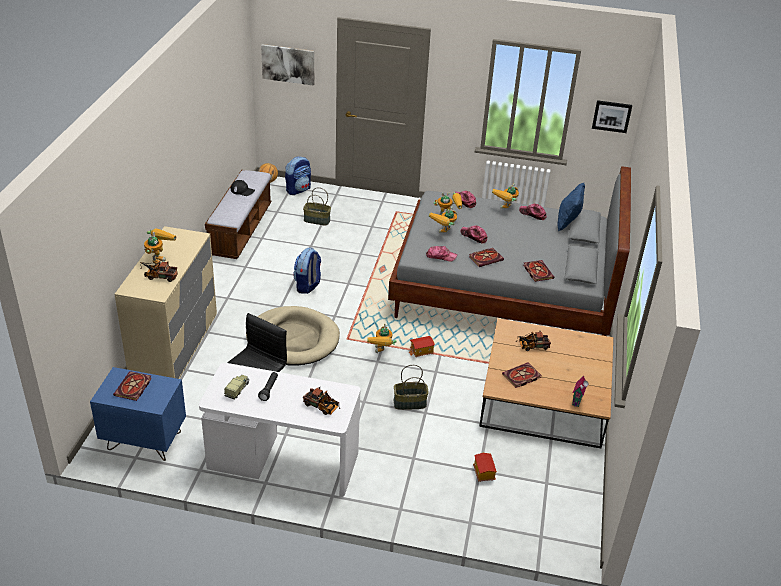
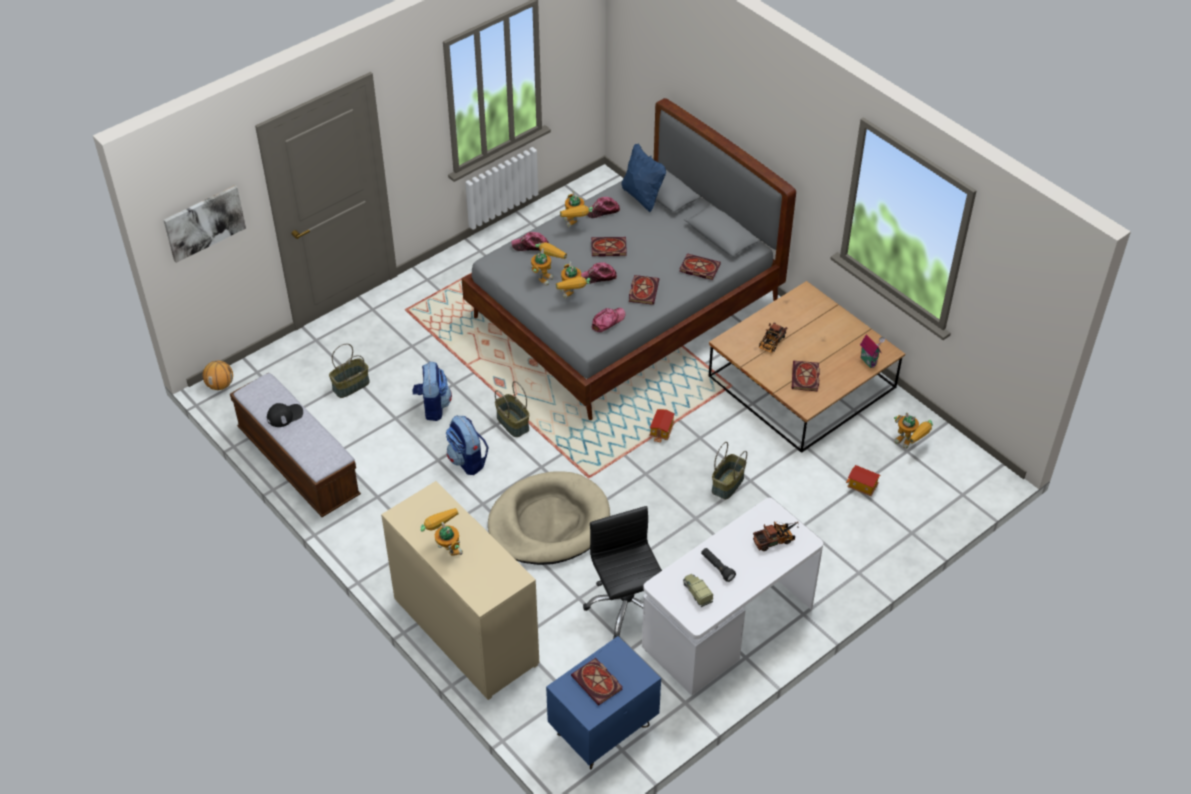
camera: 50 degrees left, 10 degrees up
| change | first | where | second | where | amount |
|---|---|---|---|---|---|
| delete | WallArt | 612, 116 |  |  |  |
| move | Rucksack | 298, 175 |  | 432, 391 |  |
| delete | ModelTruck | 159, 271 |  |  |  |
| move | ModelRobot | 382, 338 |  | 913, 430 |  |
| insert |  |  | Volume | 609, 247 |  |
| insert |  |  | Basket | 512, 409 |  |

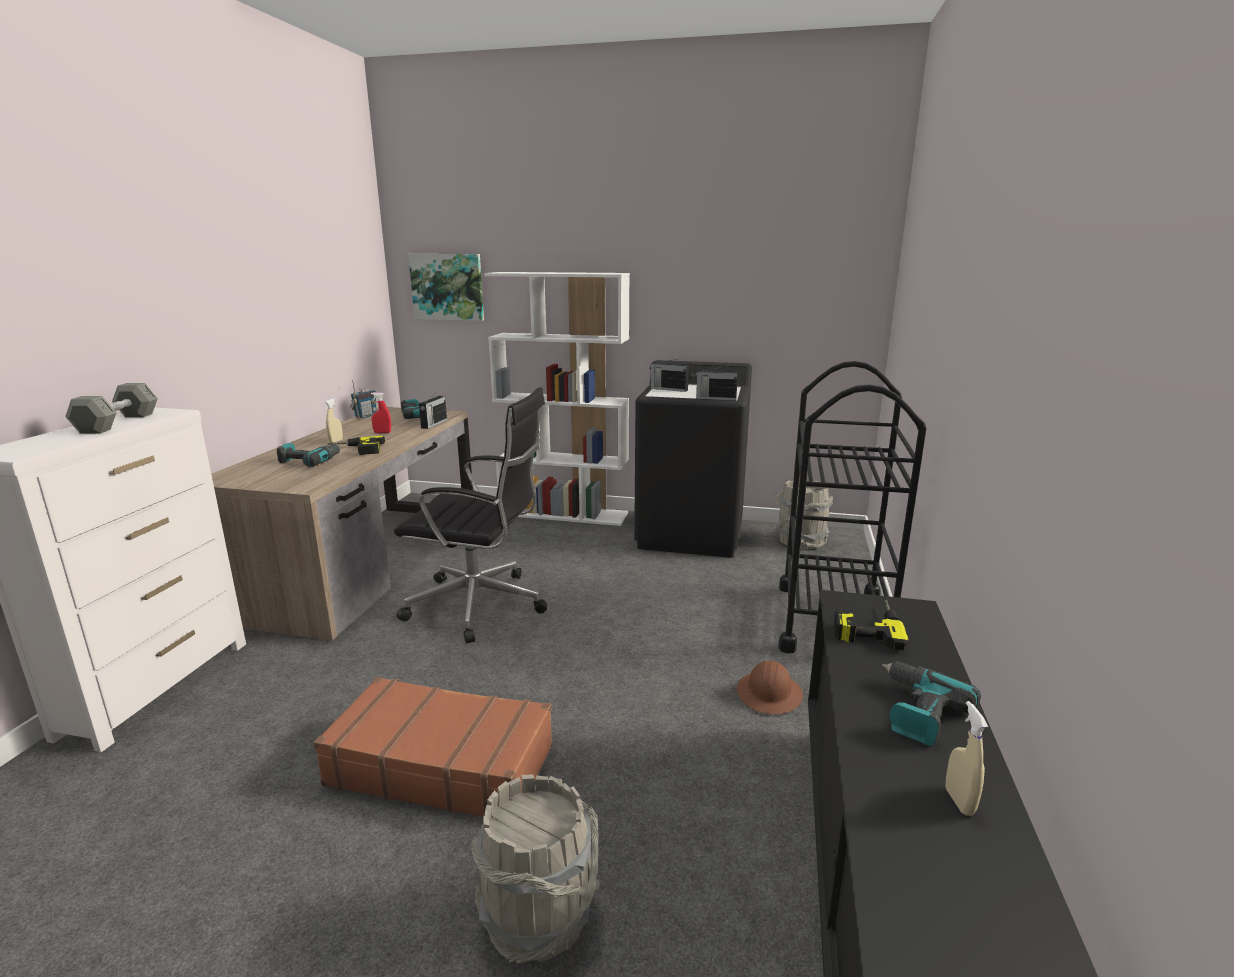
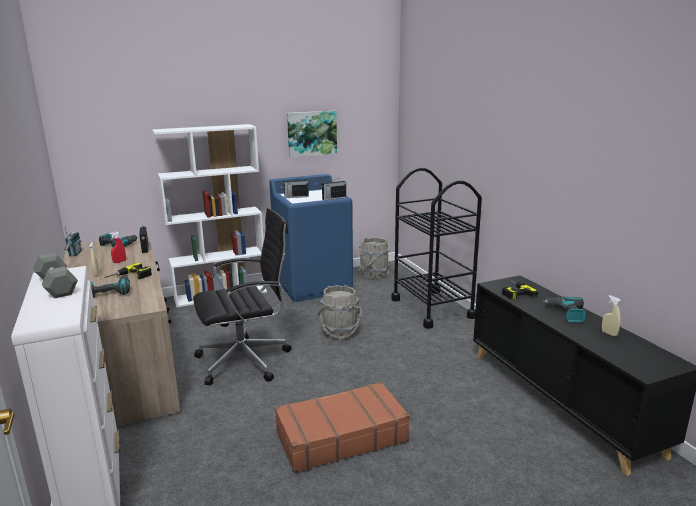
camera: 35 degrees left, 0 degrees up
| change | first | where | second | where | amount |
|---|---|---|---|---|---|
| move | WallArt | 446, 287 |  | 312, 134 |  |
| recolor | BlackLaundryMachine | 693, 459 | BluishLaundryMachine | 311, 238 |  |
| delete | BrownishHardHat | 770, 687 |  |  |  |
| move | GreyWaterBucket | 535, 869 |  | 340, 312 |  |

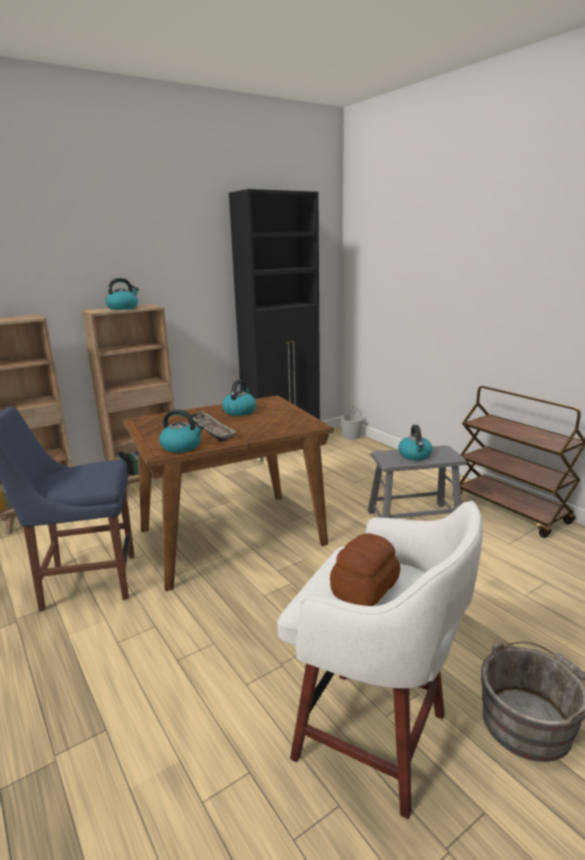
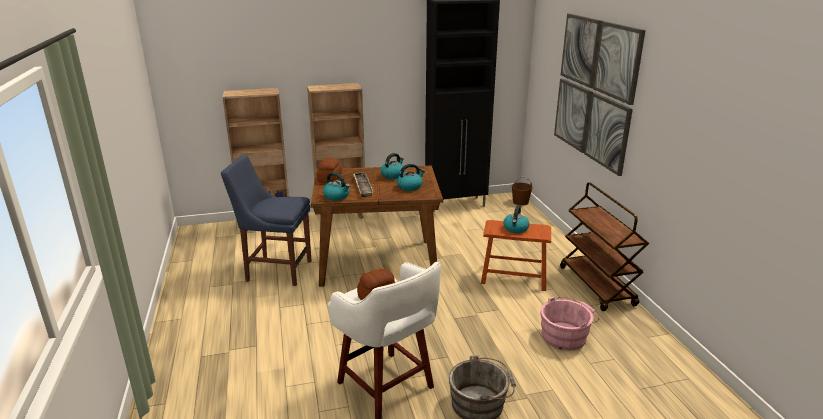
camera: 20 degrees right, 5 degrees up
| change | first | where | second | where | amount |
|---|---|---|---|---|---|
| move | Kettle | 122, 294 |  | 411, 177 |  |
| recolor | WhitishWaterBucket | 352, 423 | BrownishWaterBucket | 522, 191 |  |
| recolor | GreyStool | 417, 482 | BrownishStool | 516, 255 |  |
| insert |  |  | WallArt | 600, 95 |  |
| insert |  |  | BakeryBread | 329, 170 |  |
| insert |  |  | PinkishWaterBucket | 570, 323 |  |

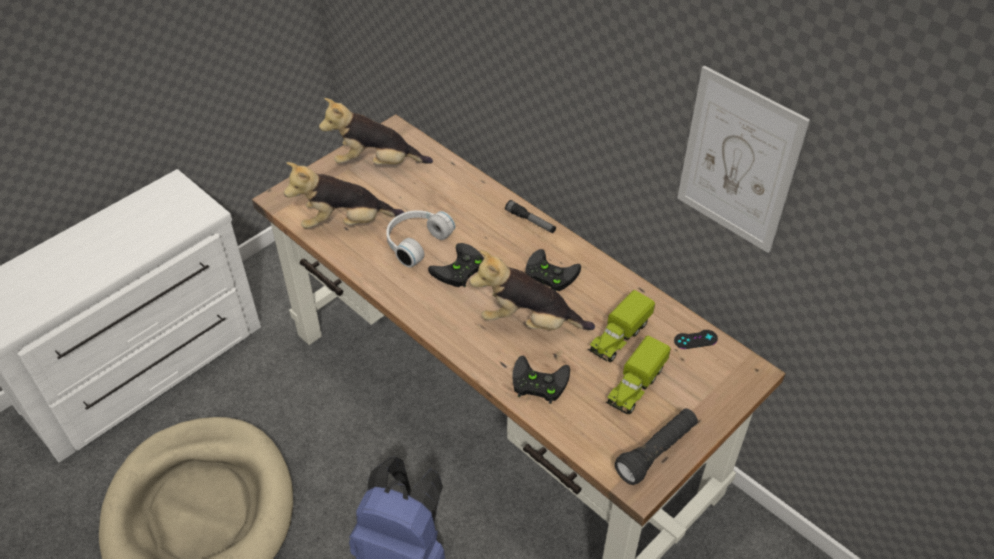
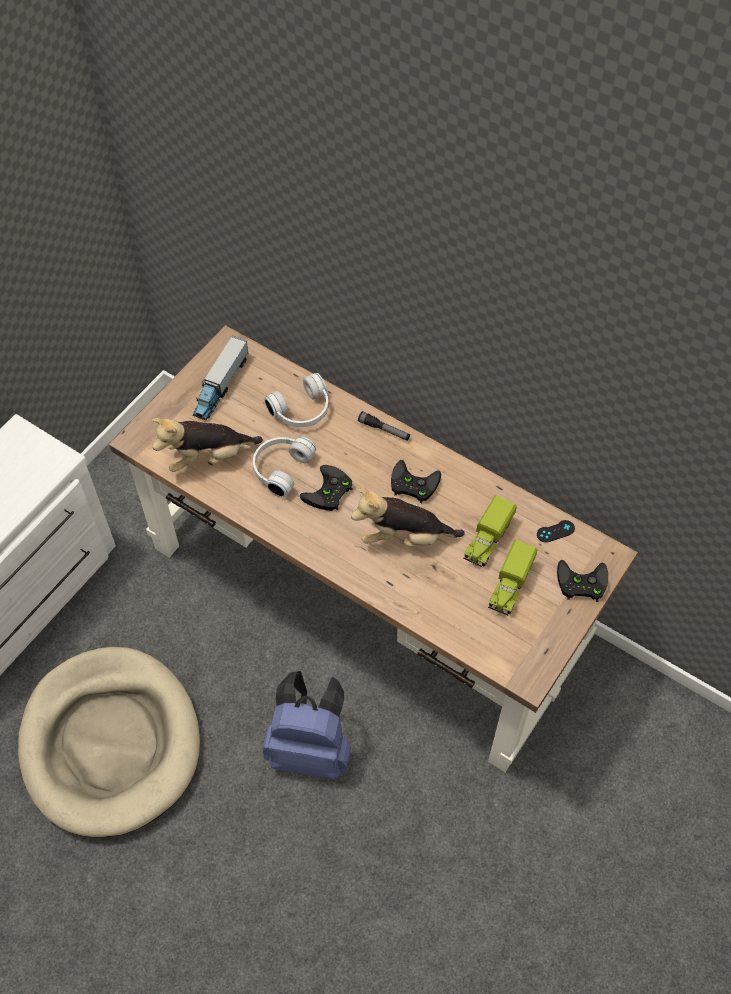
camera: 10 degrees left, 10 degrees up
| change | first | where | second | where | amount |
|---|---|---|---|---|---|
| delete | WallArt | 743, 159 |  |  |  |
| replace | SoftToy | 376, 131 | ModelTruck | 220, 378 |  |
| move | BlackGameController | 541, 380 |  | 582, 581 |  |
| delete | BlackTorch | 656, 446 |  |  |  |
| insert |  |  | WhitishHeadphones | 296, 400 |  |

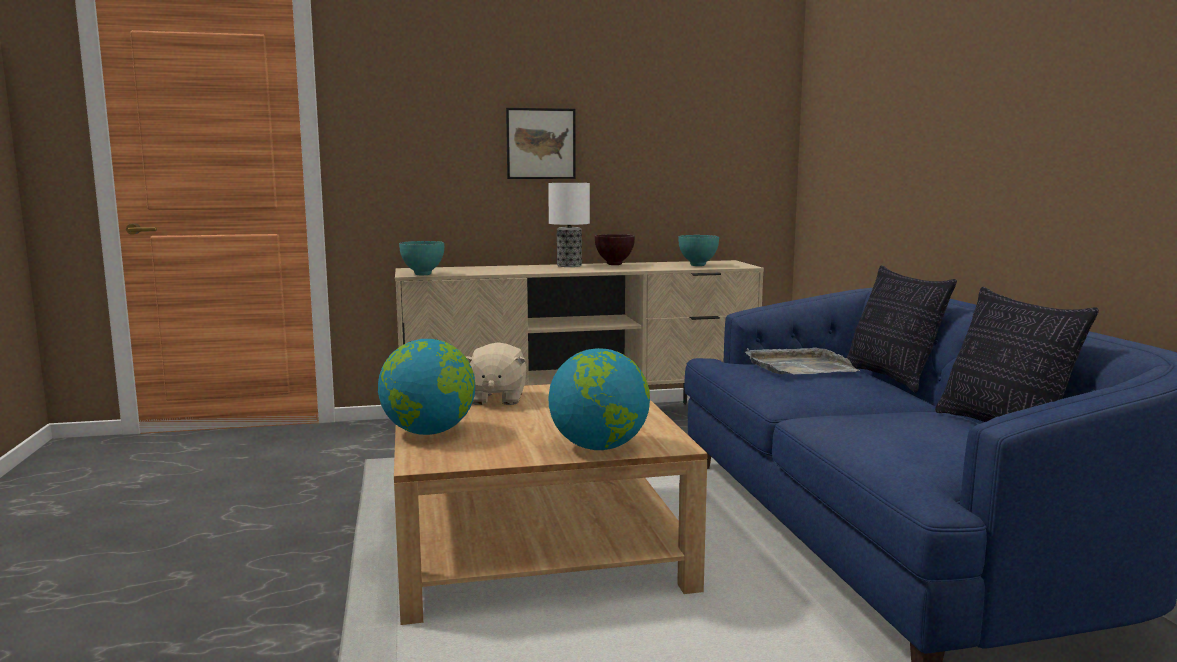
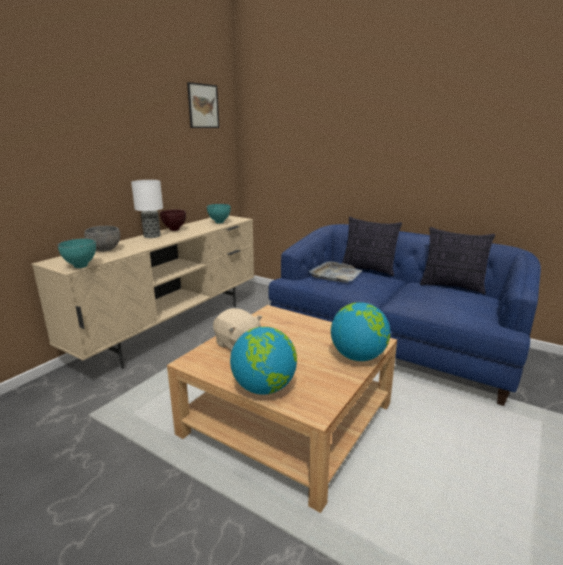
camera: 45 degrees left, 10 degrees up
| change | first | where | second | where | amount |
|---|---|---|---|---|---|
| move | WallArt | 541, 143 |  | 203, 105 |  |
| insert |  |  | GreyServingBowl | 102, 239 |  |

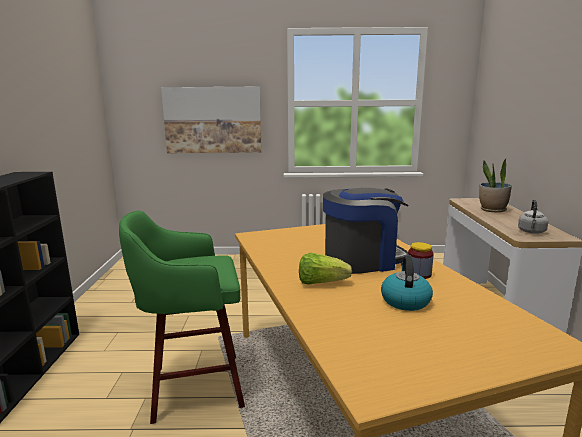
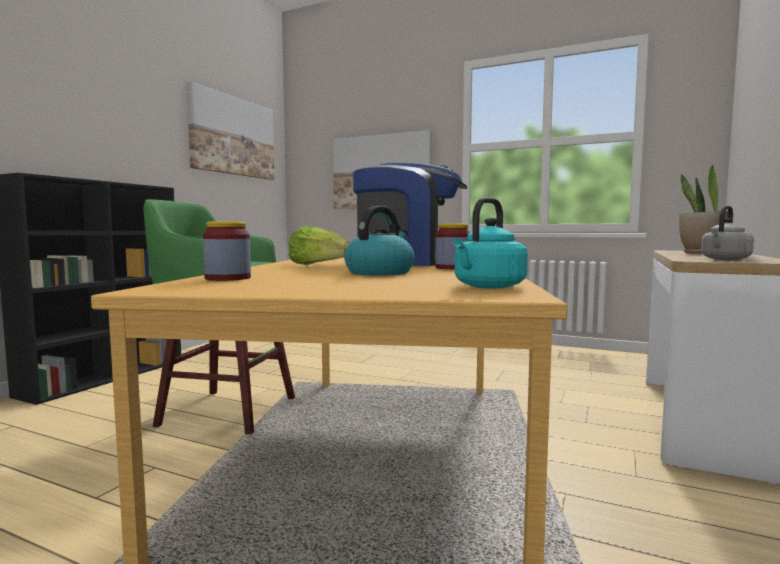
camera: 25 degrees right, 10 degrees down
| change | first | where | second | where | amount |
|---|---|---|---|---|---|
| insert |  |  | WallArt | 230, 130 |  |
| insert |  |  | BlueGreenKettle | 490, 243 |  |
| insert |  |  | PreserveJar | 227, 251 |  |

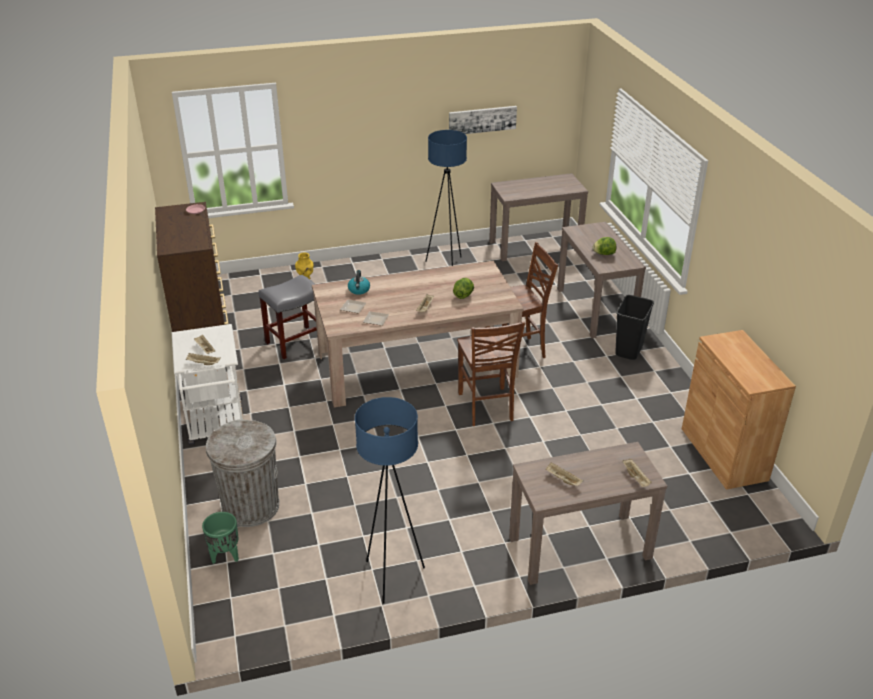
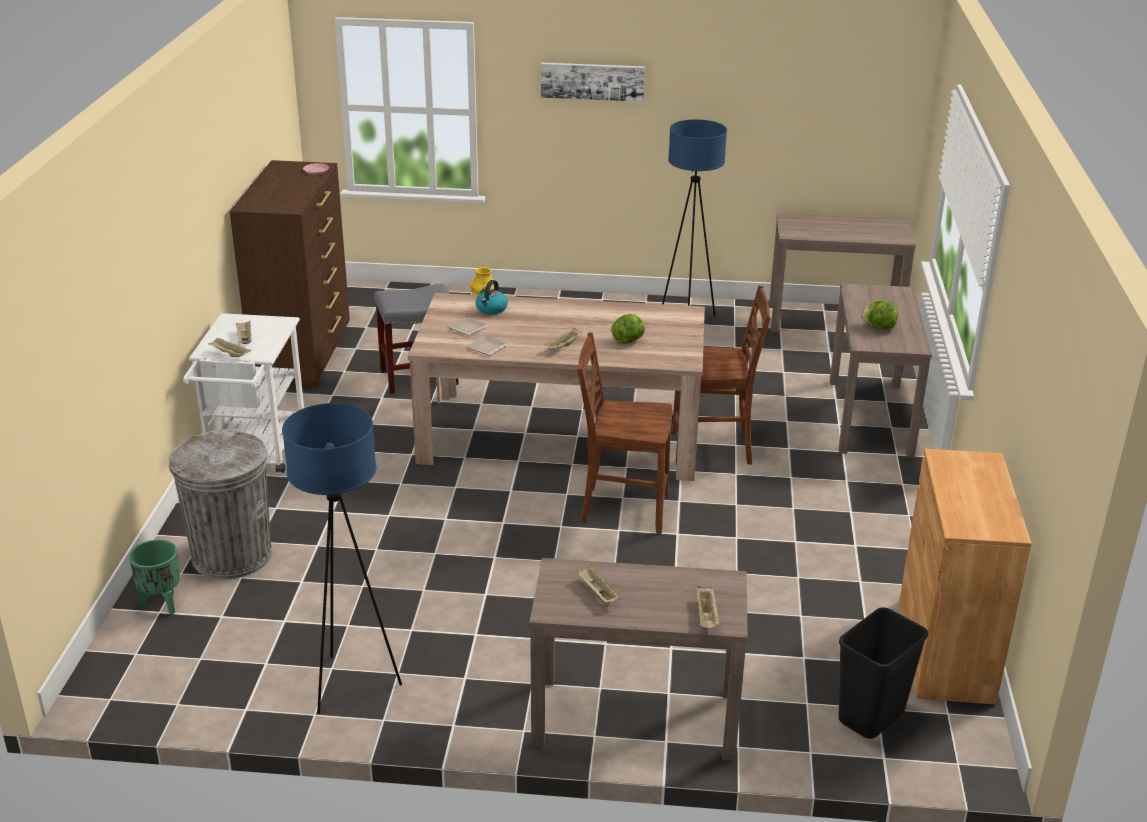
camera: 20 degrees right, 5 degrees down
| change | first | where | second | where | amount |
|---|---|---|---|---|---|
| move | WallArt | 483, 120 |  | 593, 82 |  |
| move | BlackTrashCan | 634, 327 |  | 883, 673 |  |
| rotate | BrownishPlainChair | 491, 373 |  | 624, 433 | 90 degrees clockwise |

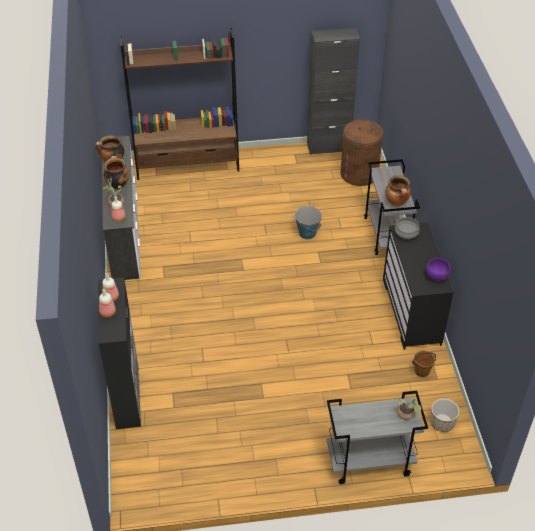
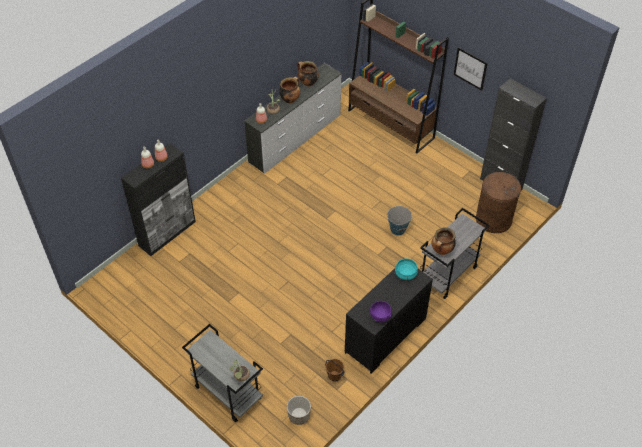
camera: 50 degrees right, 5 degrees up
| change | first | where | second | where | amount |
|---|---|---|---|---|---|
| recolor | GreyCookingPot | 407, 228 | BlueGreenCookingPot | 406, 269 |  |
| insert |  |  | WallArt | 471, 69 |  |

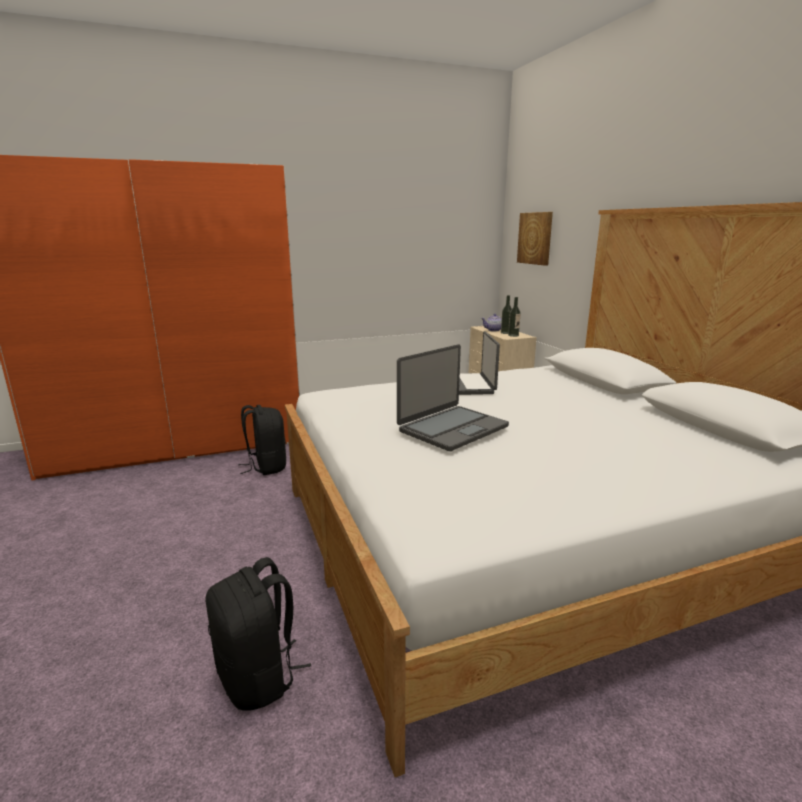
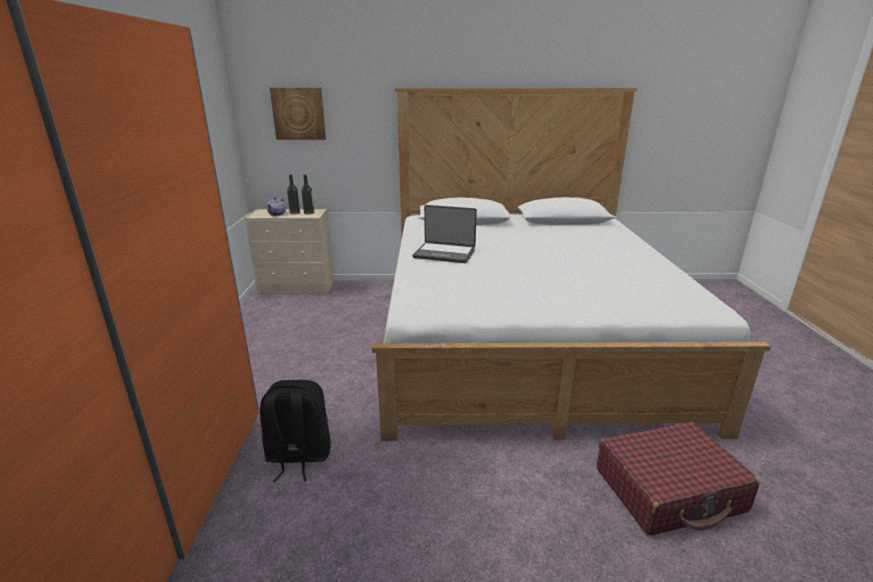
camera: 70 degrees left, 5 degrees up
| change | first | where | second | where | amount |
|---|---|---|---|---|---|
| delete | Laptop | 453, 397 |  |  |  |
| replace | BlackRucksack | 258, 634 | RedPieceOfLuggage | 678, 479 |  |

